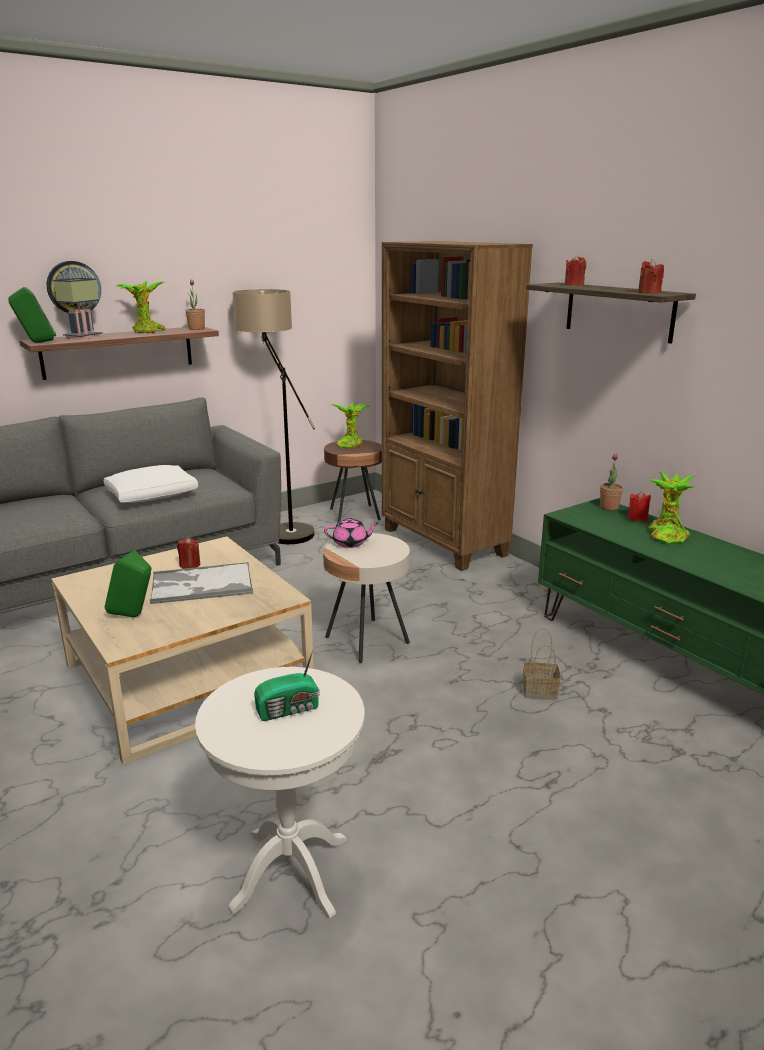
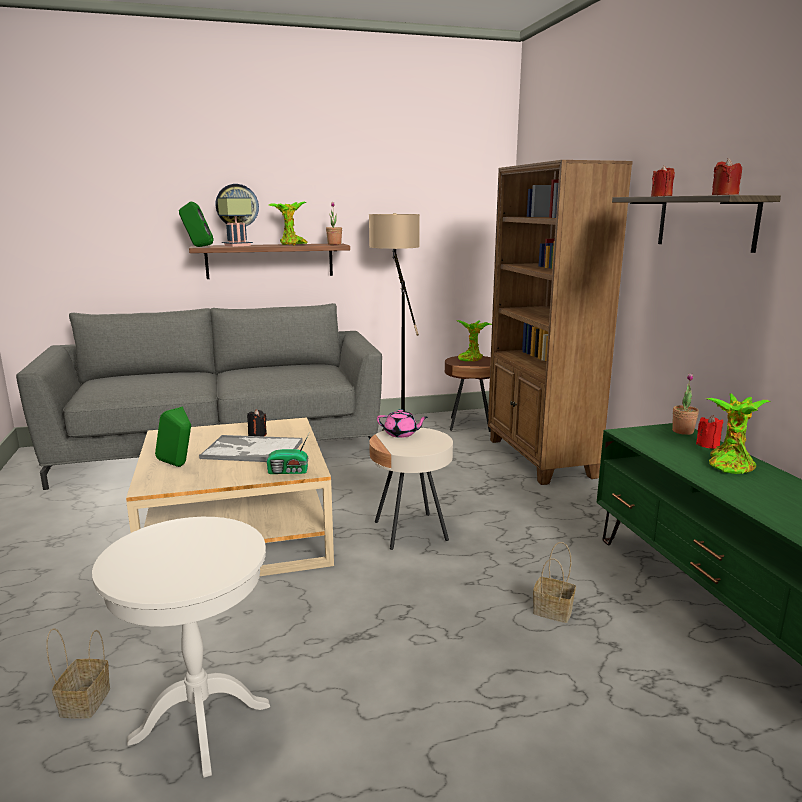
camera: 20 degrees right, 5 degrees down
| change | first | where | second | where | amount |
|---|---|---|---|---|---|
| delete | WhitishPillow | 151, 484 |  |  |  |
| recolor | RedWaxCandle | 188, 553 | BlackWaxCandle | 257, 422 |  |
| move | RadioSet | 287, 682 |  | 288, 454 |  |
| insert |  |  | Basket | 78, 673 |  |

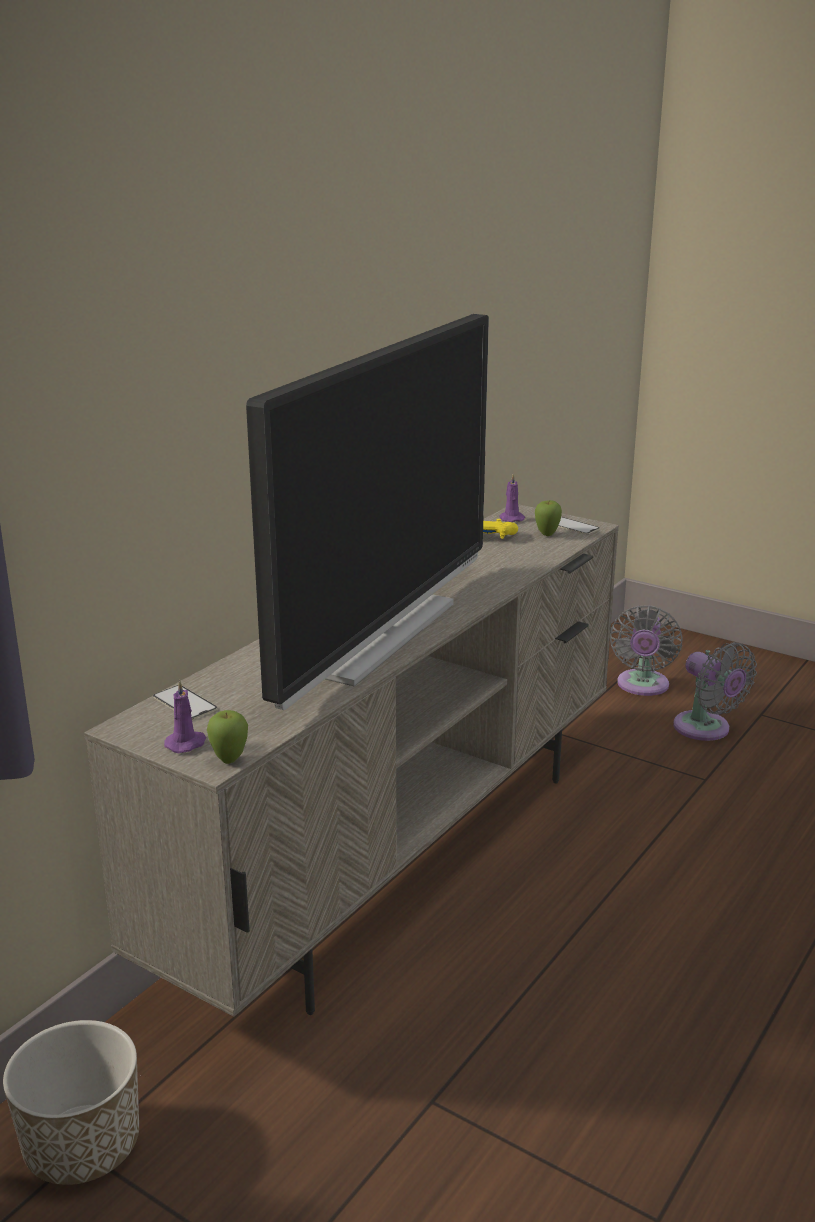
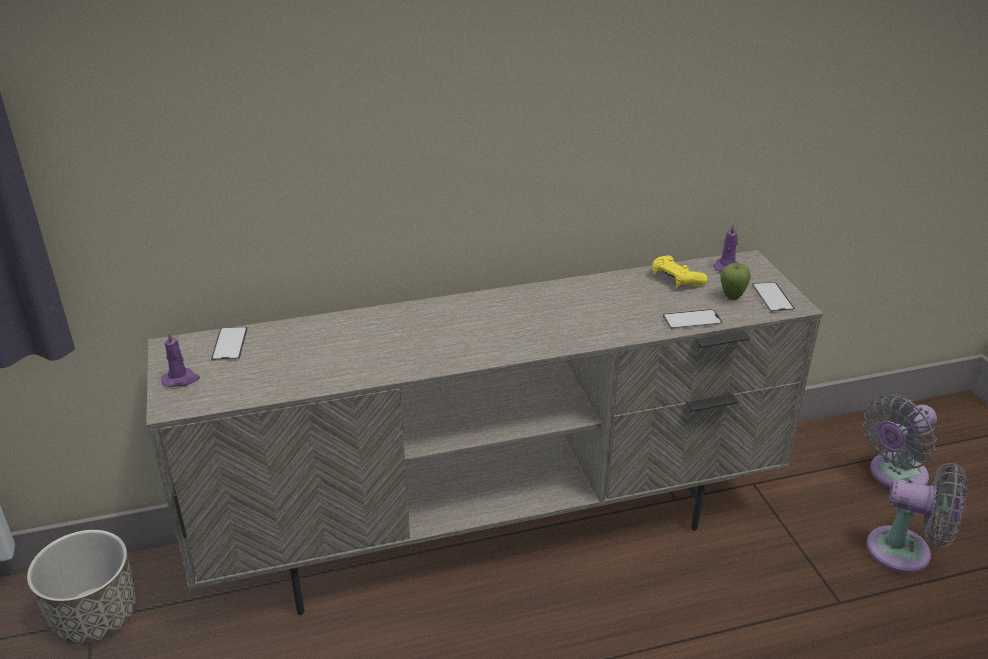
camera: 40 degrees right, 10 degrees up
| change | first | where | second | where | amount |
|---|---|---|---|---|---|
| delete | Tv | 367, 512 |  |  |  |
| rotate | GreyFan | 715, 691 |  | 916, 518 | 75 degrees counterclockwise |
| delete | AppleFruit | 227, 737 |  |  |  |
| insert |  |  | Phone | 693, 319 |  |

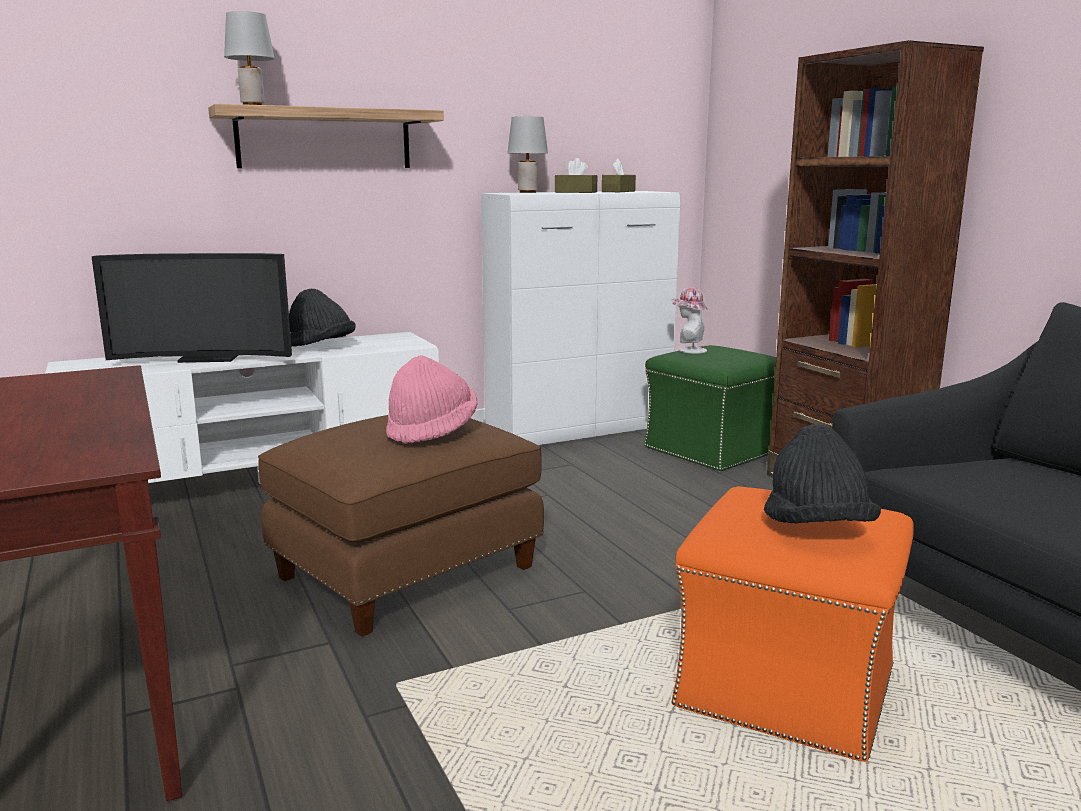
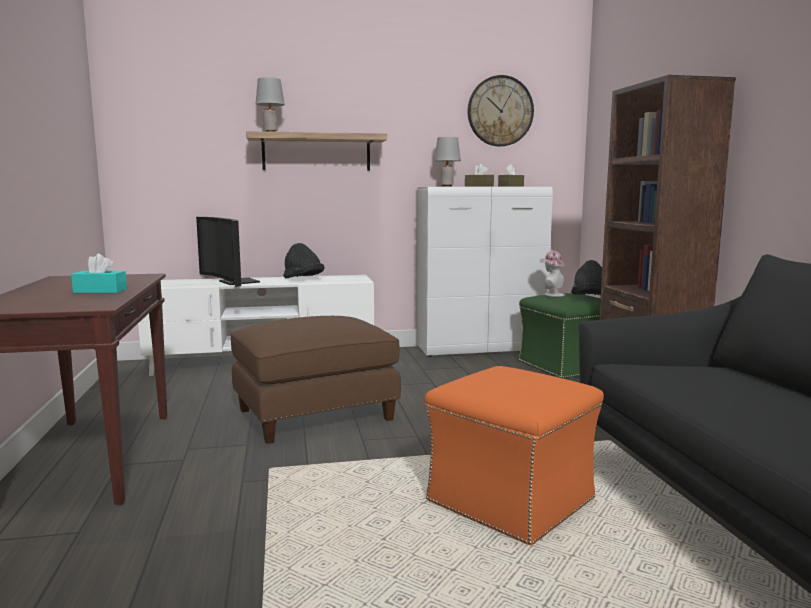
camera: 15 degrees right, 5 degrees down
| change | first | where | second | where | amount |
|---|---|---|---|---|---|
| rotate | Tv | 192, 308 |  | 228, 252 | 45 degrees clockwise |
| delete | PinkishClothingHat | 432, 399 |  |  |  |
| move | BlackClothingHat | 822, 474 |  | 586, 277 |  |
| insert |  |  | WallClock | 501, 111 |  |
| insert |  |  | BlueGreenTissueBox | 99, 273 |  |

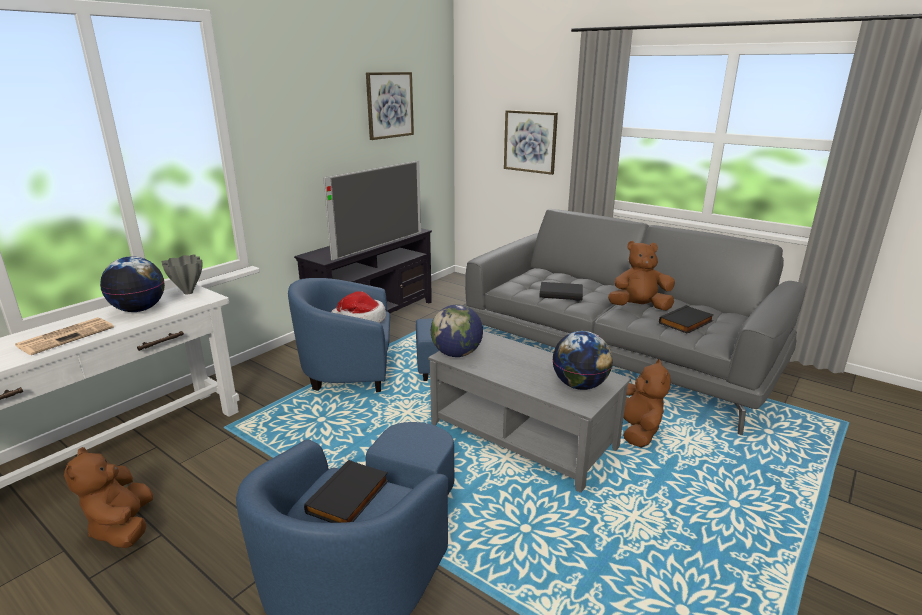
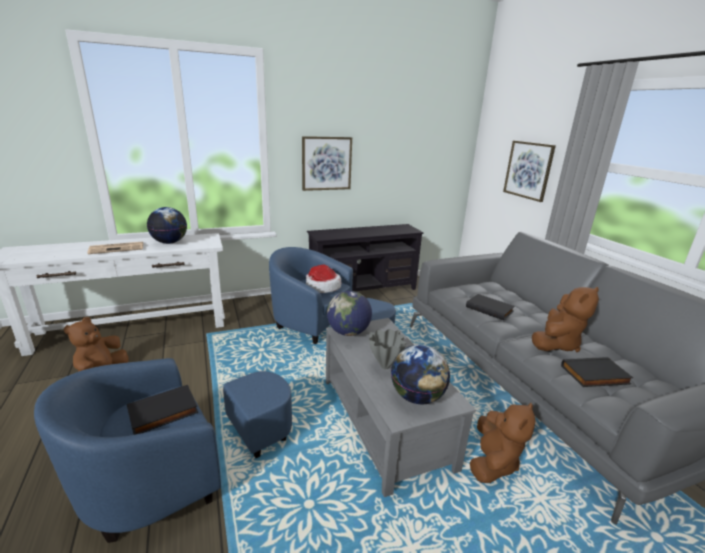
camera: 30 degrees right, 0 degrees up
| change | first | where | second | where | amount |
|---|---|---|---|---|---|
| move | WallArt | 390, 106 |  | 327, 163 |  |
| delete | Tv | 372, 210 |  |  |  |
| rotate | BrownishSoftToy | 641, 276 |  | 565, 319 | 105 degrees clockwise |
| move | GreyDecorativeVase | 181, 274 |  | 387, 349 |  |

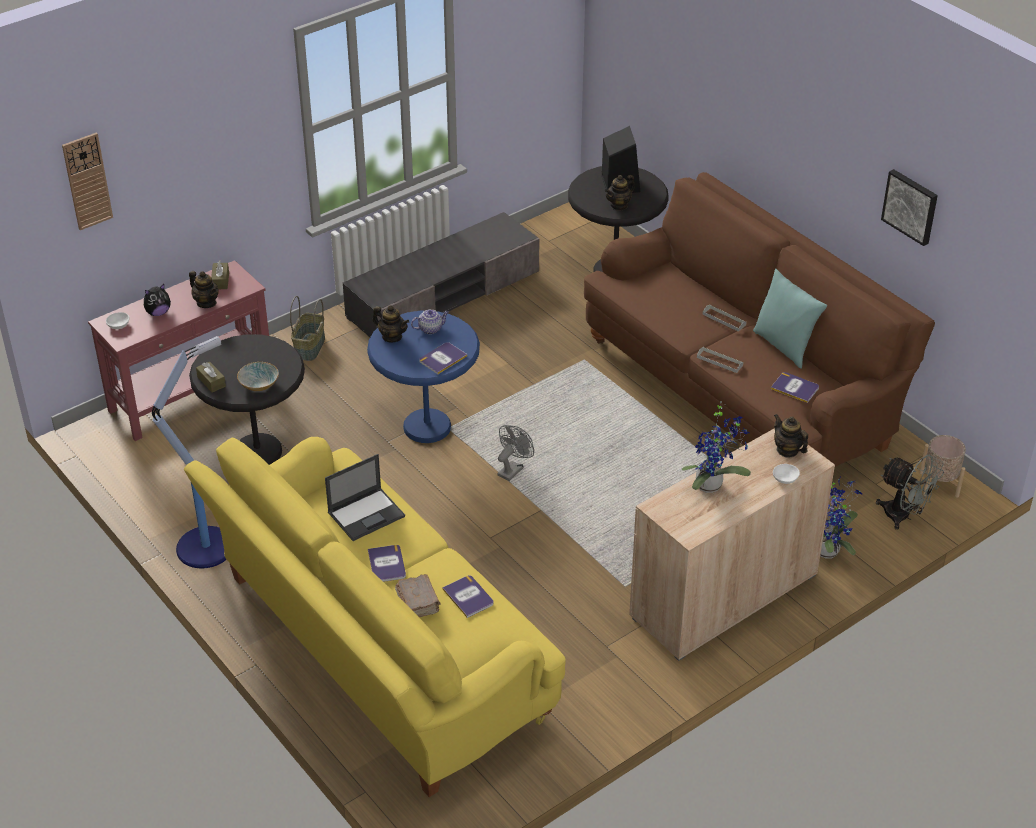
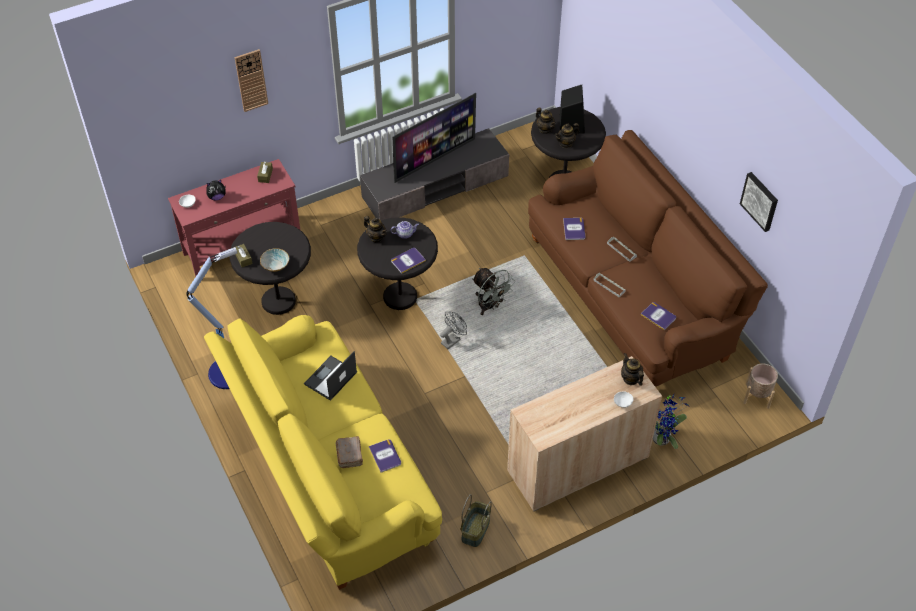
camera: 10 degrees right, 10 degrees up
| change | first | where | second | where | amount |
|---|---|---|---|---|---|
| move | WallClock | 87, 181 |  | 251, 80 |  |
| delete | BlueGreenPillow | 790, 318 |  |  |  |
| move | Teapot | 204, 289 |  | 546, 120 |  |
| move | Basket | 307, 328 |  | 476, 520 |  |
| recolor | BluishEndTable | 423, 377 | BlackEndTable | 397, 263 |  |
| delete | PottedPlant | 716, 448 |  |  |  |
| rotate | Laptop | 365, 497 |  | 330, 376 | 150 degrees clockwise |
| move | GreyFan | 910, 492 |  | 493, 291 |  |
| move | Volume | 387, 563 |  | 574, 229 |  |
| insert |  |  | Tv | 434, 138 |  |

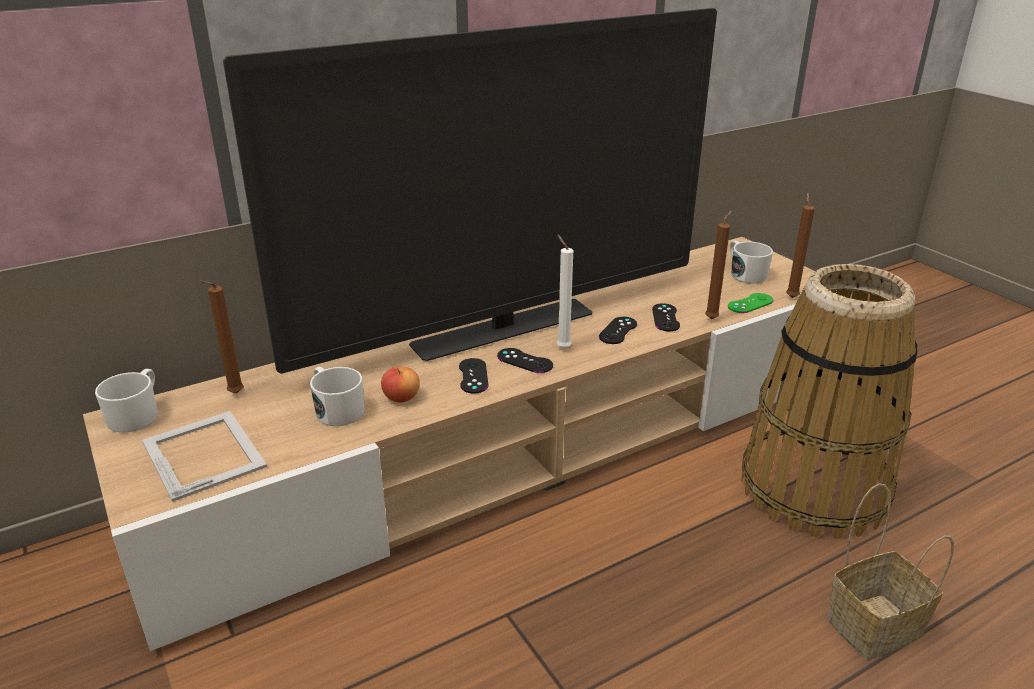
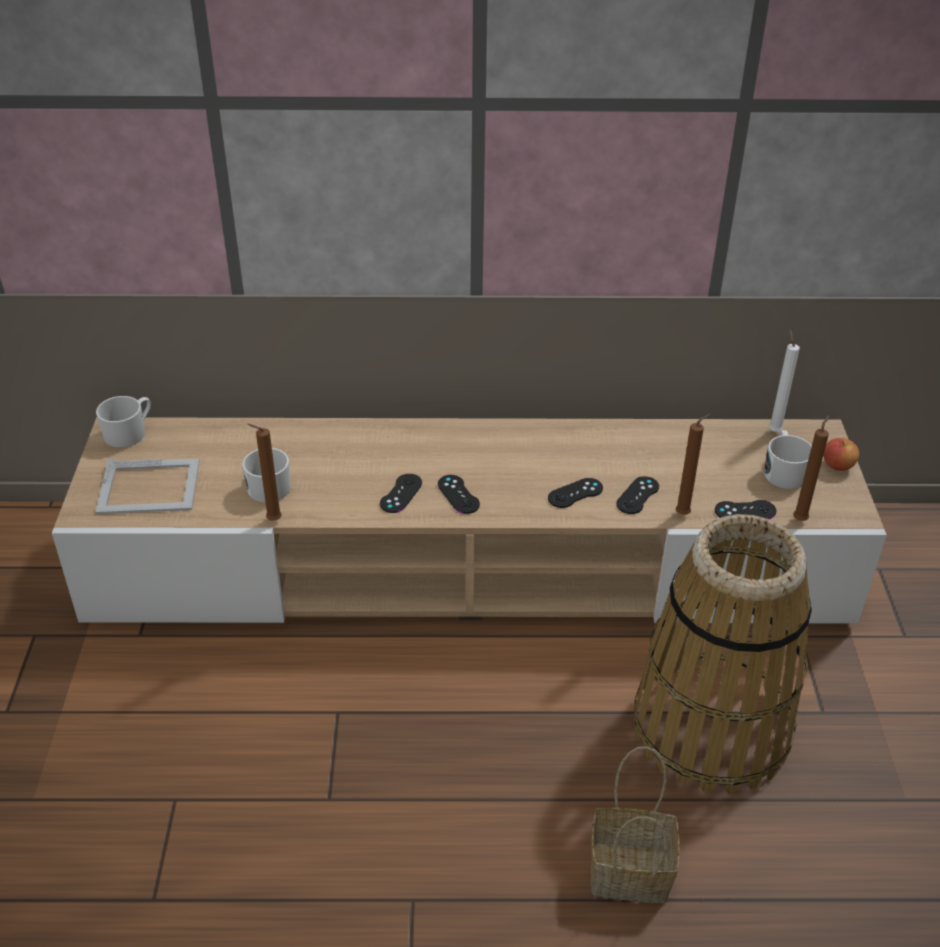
camera: 30 degrees right, 10 degrees up
| change | first | where | second | where | amount |
|---|---|---|---|---|---|
| delete | Tv | 470, 191 |  |  |  |
| move | WhitishWaxCandle | 565, 292 |  | 784, 381 |  |
| move | BrownishWaxCandle | 221, 337 |  | 264, 472 |  |
| recolor | GreenGameController | 750, 303 | BlackGameController | 745, 509 |  |
| move | AppleFruit | 400, 384 |  | 841, 454 |  |
| rotate | PictureFrame | 204, 456 |  | 147, 486 | 90 degrees clockwise |

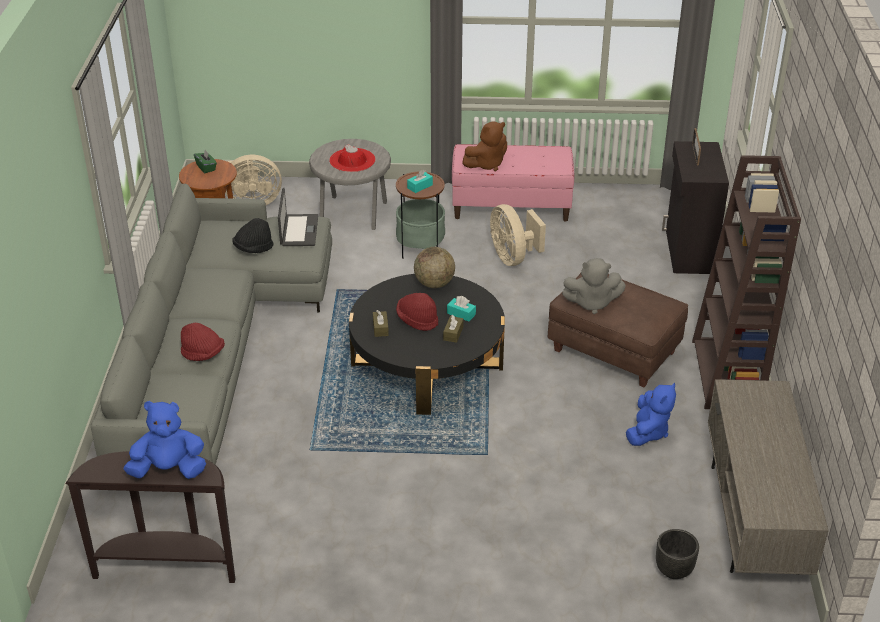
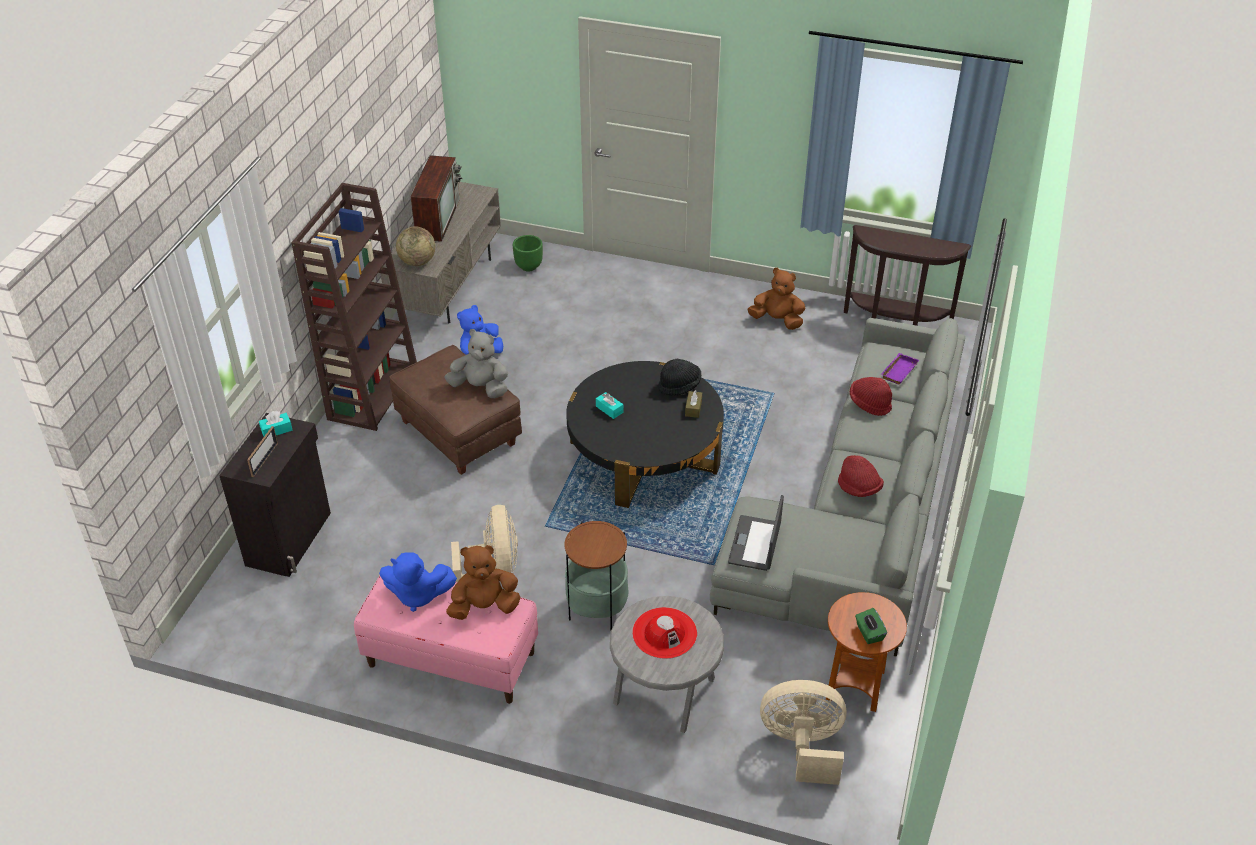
camera: 165 degrees left, 5 degrees up
| change | first | where | second | where | amount |
|---|---|---|---|---|---|
| move | BlueGreenTissueBox | 420, 181 |  | 275, 423 |  |
| move | BlackClothingHat | 252, 235 |  | 679, 377 |  |
| move | DeskGlobe | 434, 267 |  | 415, 246 |  |
| move | RedClothingHat | 417, 312 |  | 861, 476 |  |
| delete | BrownishTissueBox | 453, 329 |  |  |  |
| move | BluishSoftToy | 165, 440 |  | 418, 582 |  |
| recolor | BlackFlowerPot | 677, 554 | GreenFlowerPot | 528, 253 |  |
| insert |  |  | Tv | 436, 198 |  |
| insert |  |  | BrownishSoftToy | 776, 299 |  |
| insert |  |  | PurpleColouredTray | 900, 369 |  |

